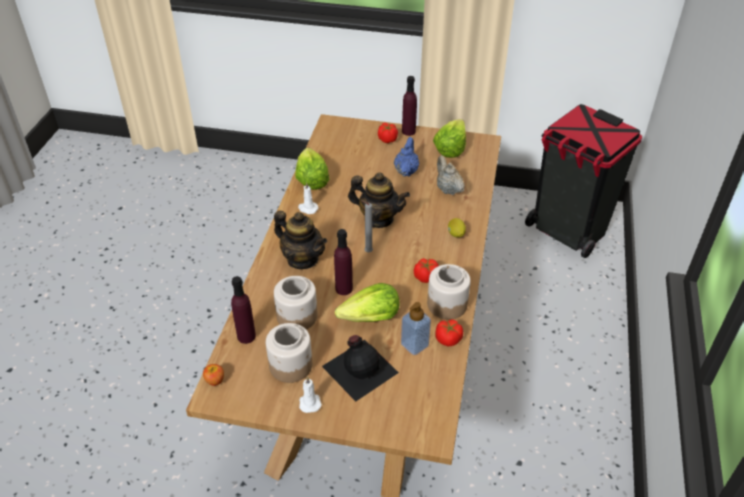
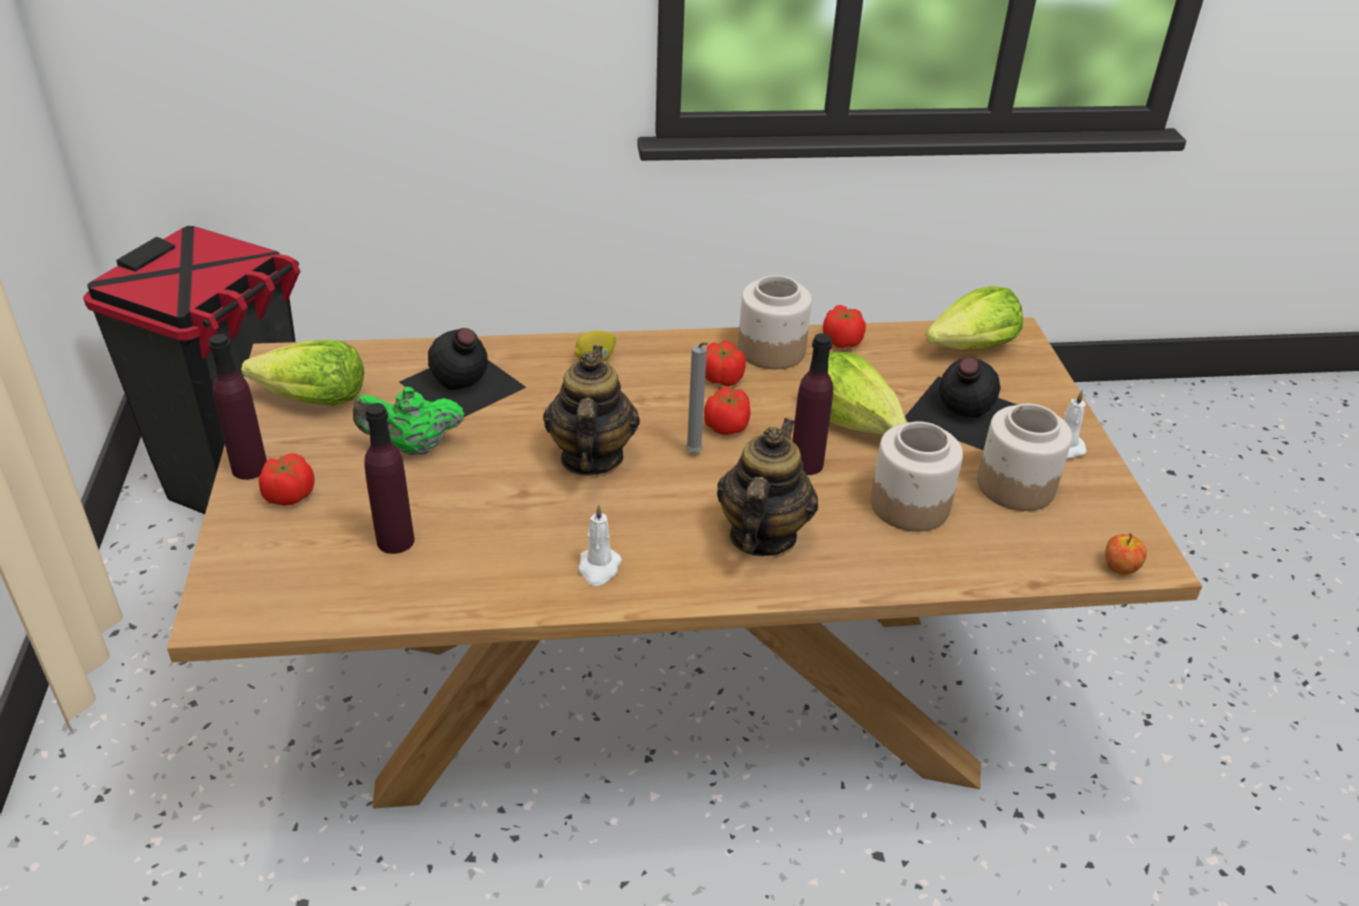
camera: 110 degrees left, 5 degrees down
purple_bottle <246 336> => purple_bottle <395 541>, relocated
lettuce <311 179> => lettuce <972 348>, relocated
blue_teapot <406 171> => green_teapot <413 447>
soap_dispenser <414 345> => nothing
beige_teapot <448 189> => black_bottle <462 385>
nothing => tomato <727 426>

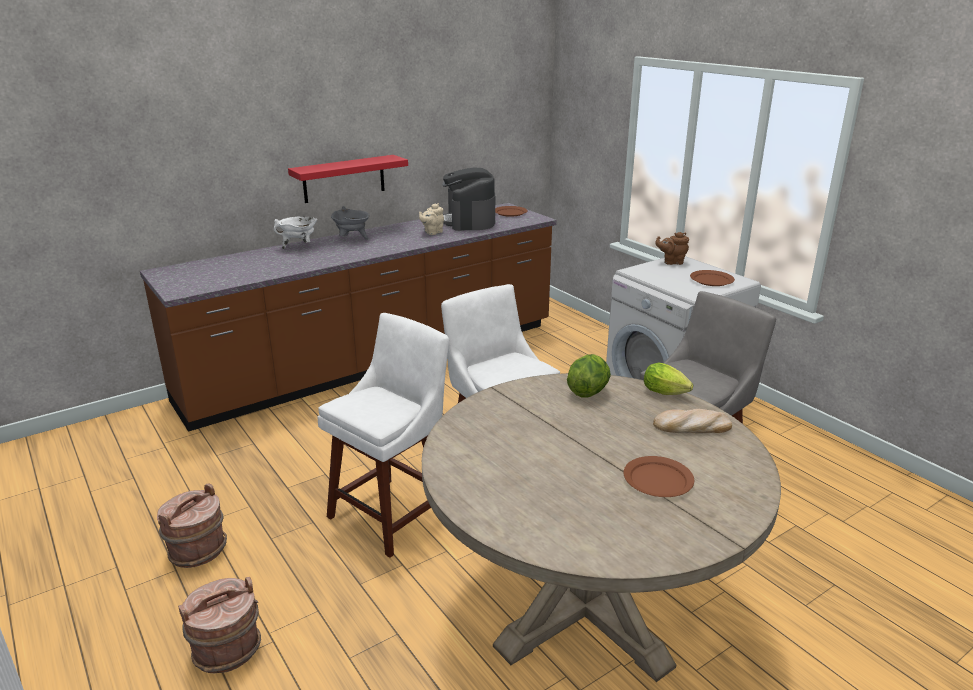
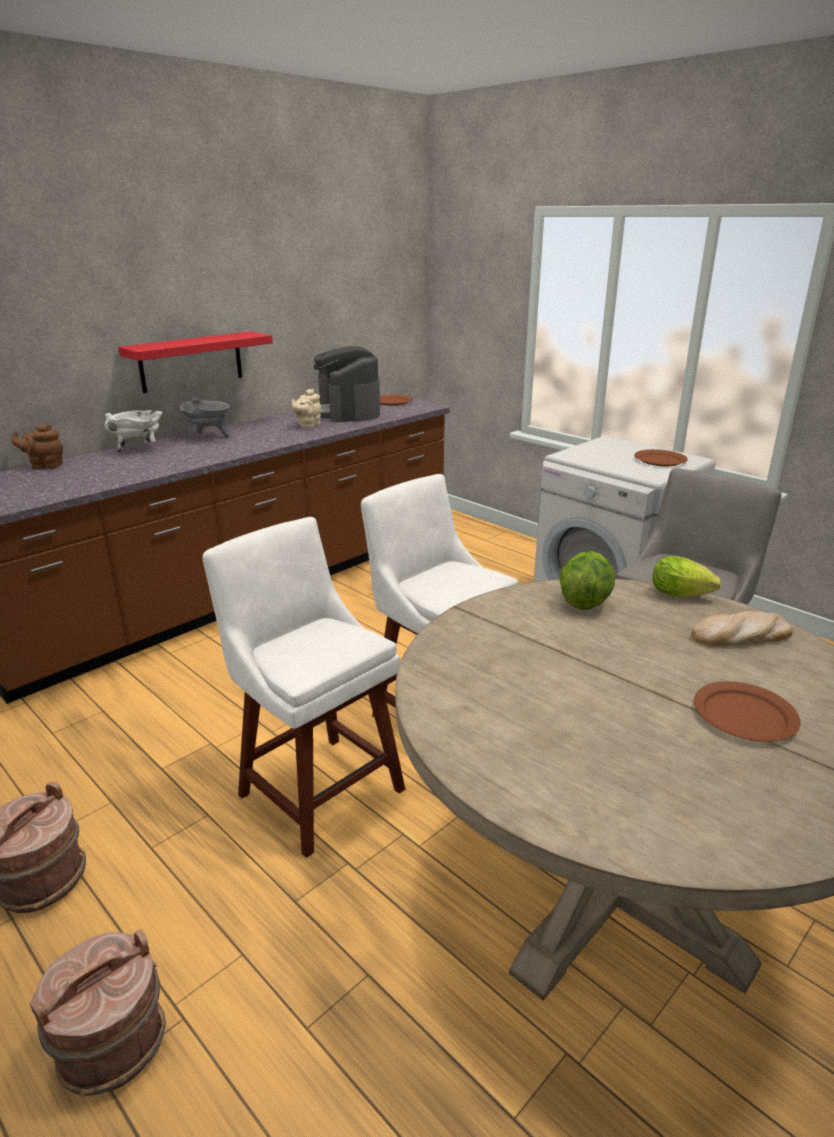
camera: 10 degrees left, 0 degrees up
white_chair <393 512> => white_chair <317 787>, 75 degrees counterclockwise
brown_teapot <671 262> => brown_teapot <45 466>, relocated

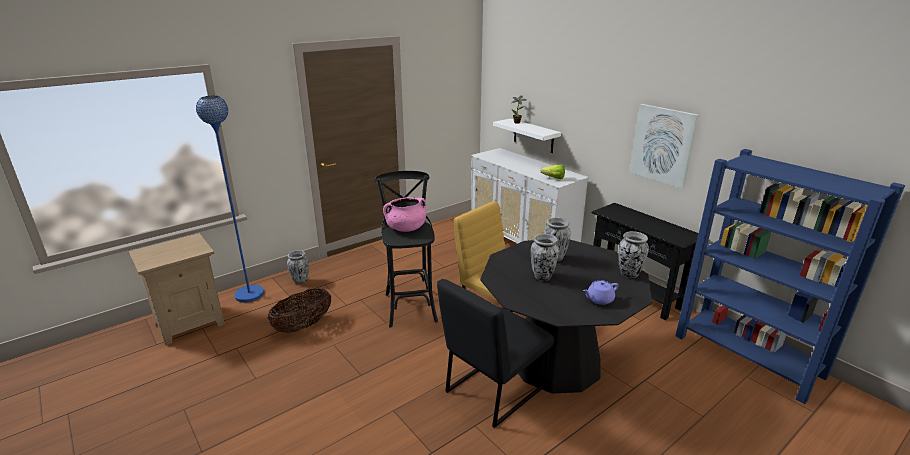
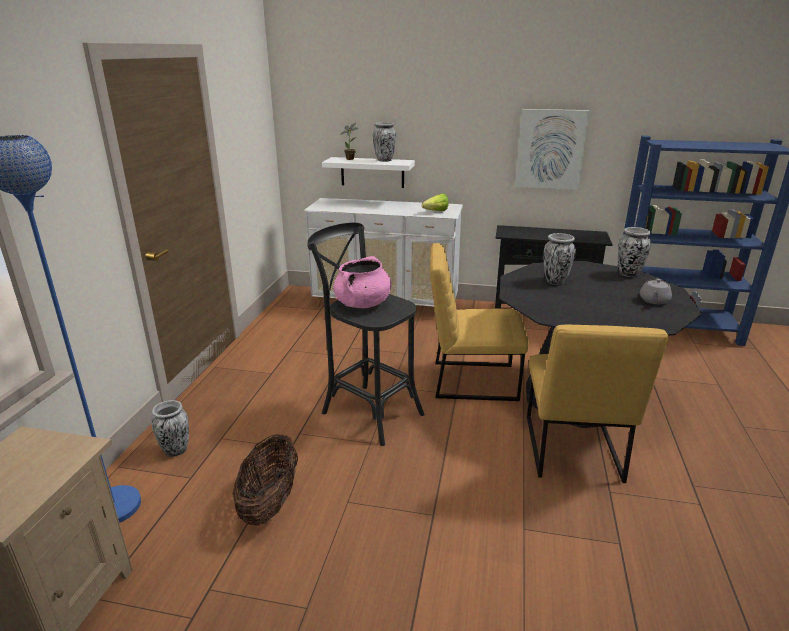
camera: 40 degrees left, 0 degrees up
black_chair <493 389> => yellow_chair <572 449>
vase <542 277> => vase <384 160>, relocated
purple_teapot <599 299> => grey_teapot <654 300>

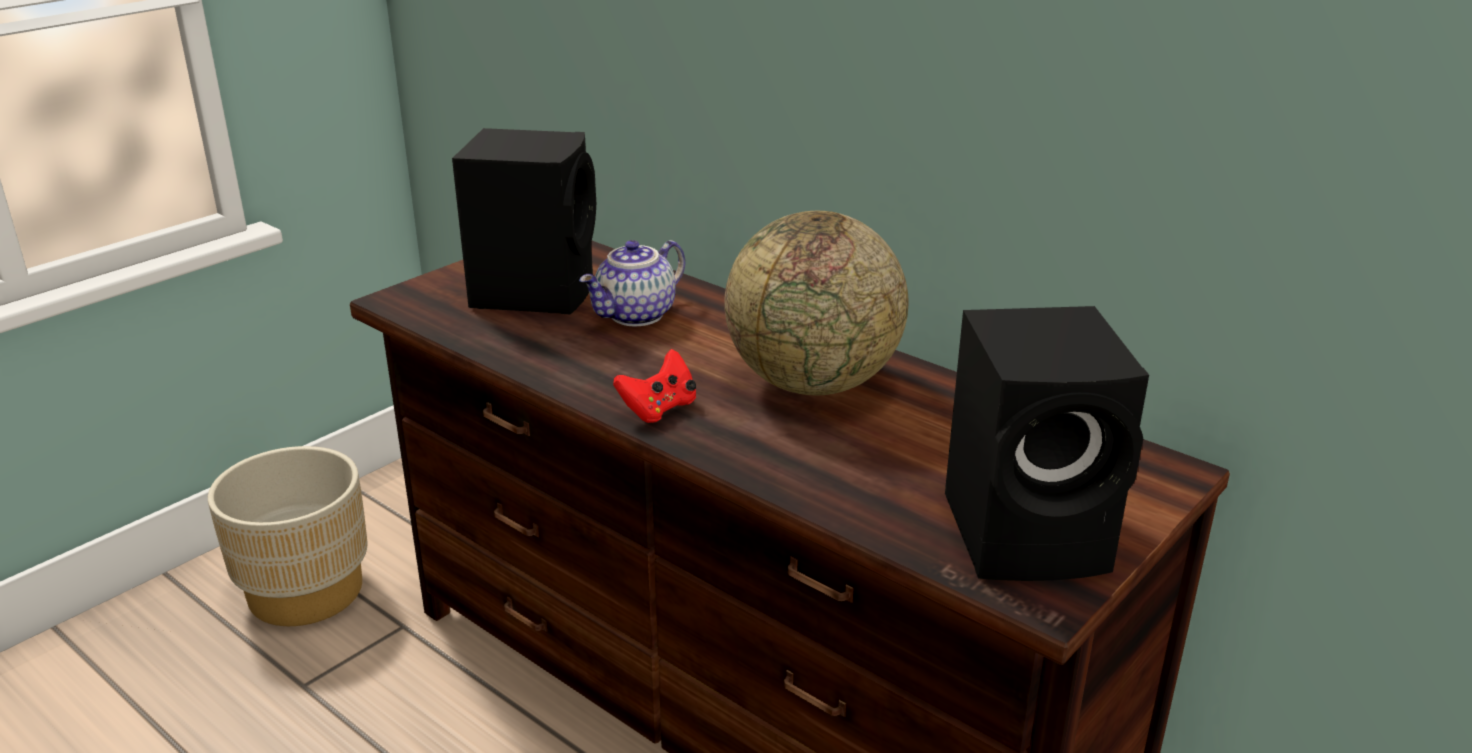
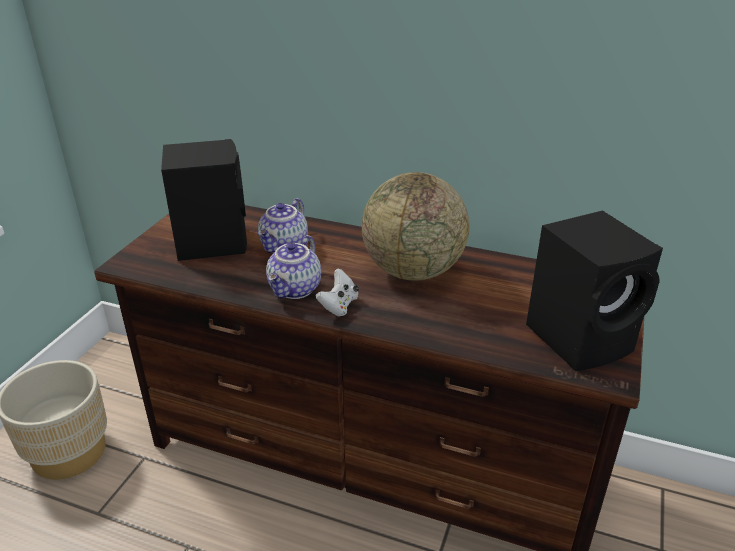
camera: 20 degrees left, 5 degrees up
red_game_controller <659 409> => white_game_controller <339 305>
nothing => teapot <296 289>

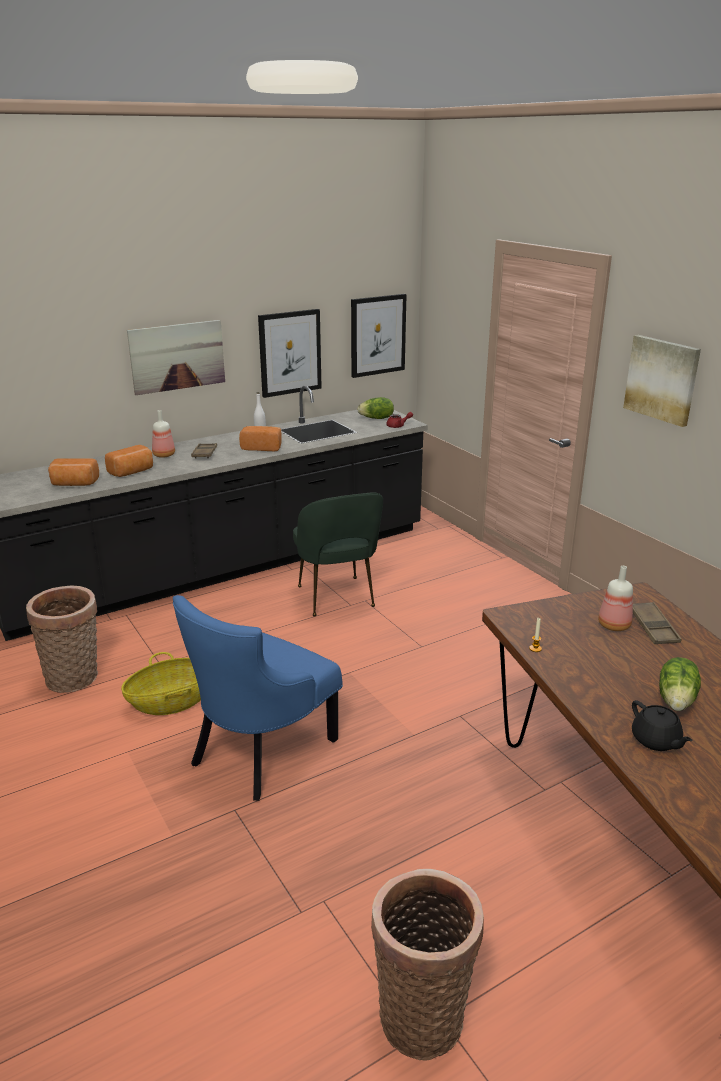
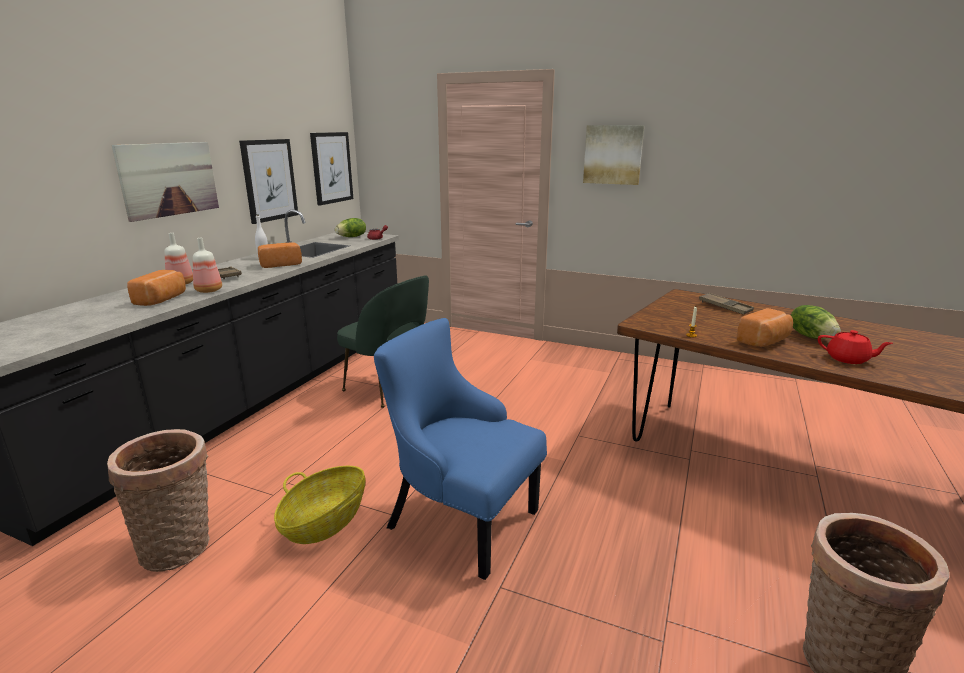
camera: 35 degrees left, 5 degrees down
bread <74 484> => bread <764 341>, relocated
blue_chair <264 749> => blue_chair <464 523>, 120 degrees clockwise
bottle <613 626> => bottle <208 291>, relocated
black_teapot <656 741> => red_teapot <848 359>

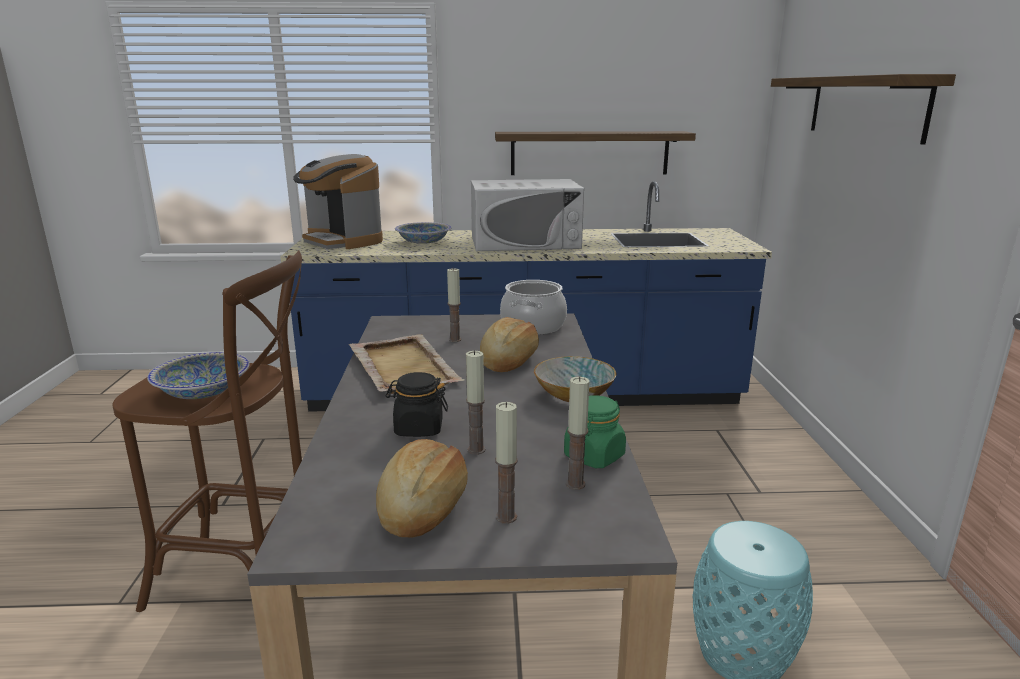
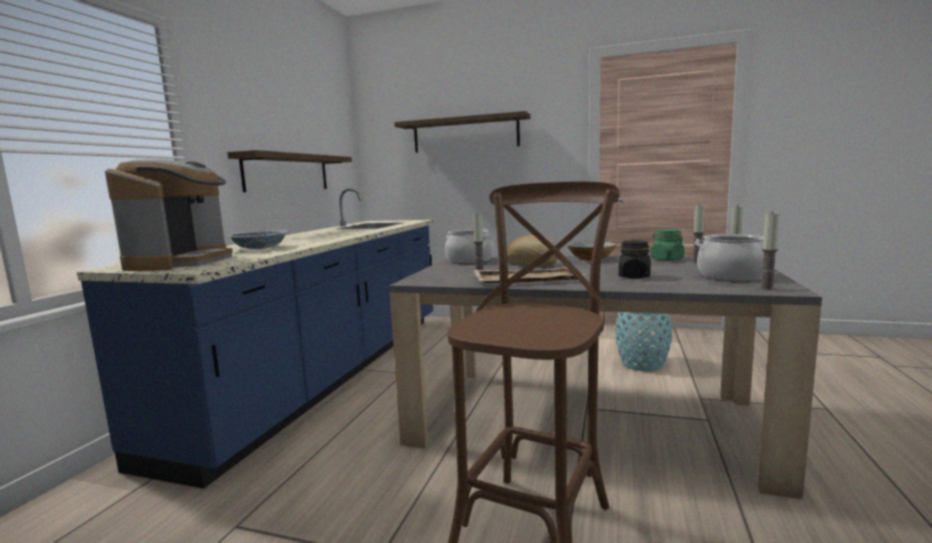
camera: 70 degrees left, 10 degrees down
bowl <203 392> => nothing
coffee_machine <342 241> => coffee_machine <181 262>, 60 degrees counterclockwise
bread <423 507> => cooking_pot <731 276>
candle <476 450> => candle <767 288>, relocated
white_microwave <525 242> => nothing

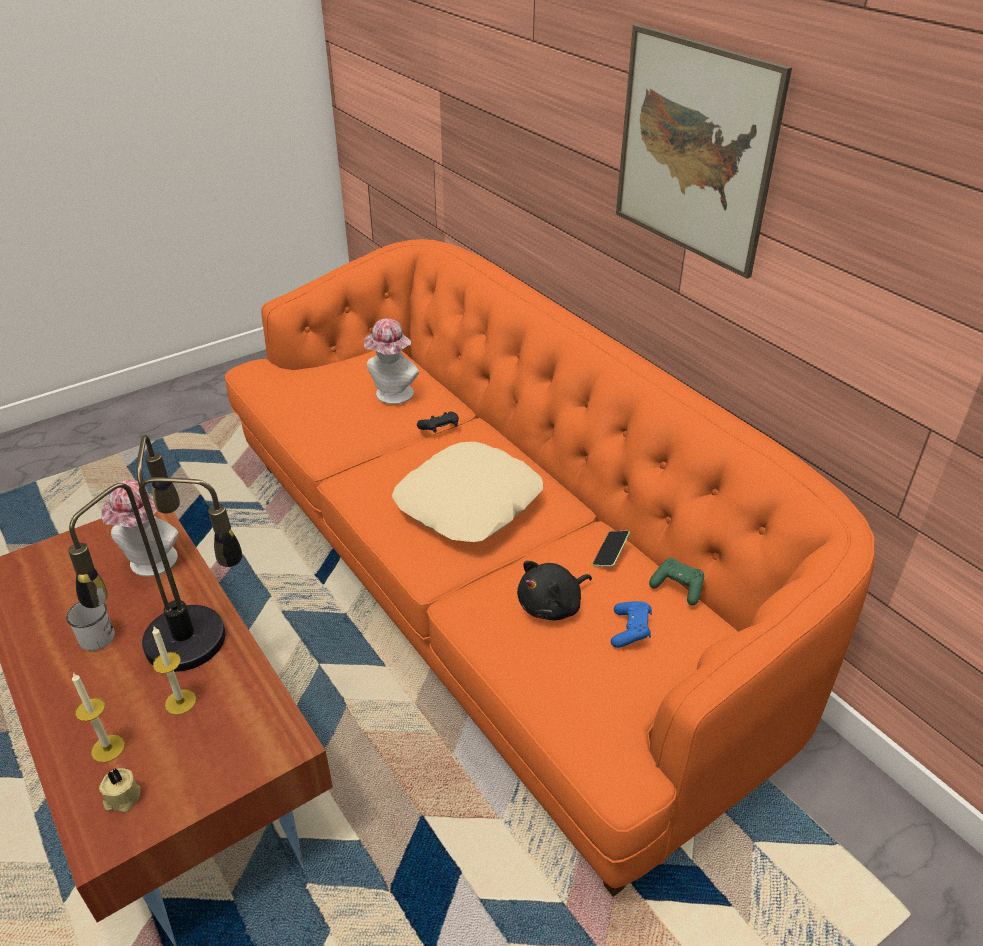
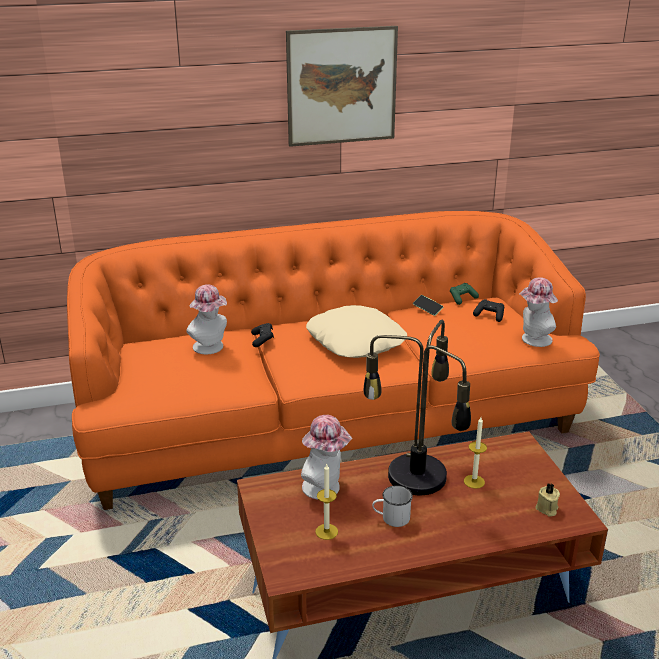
camera: 70 degrees left, 10 degrees down
candle <108 748> => candle <326 531>, relocated
black_plush_toy <552 605> => nothing
blue_game_controller <630 630> => black_game_controller <489 316>
nothing => hat <533 340>

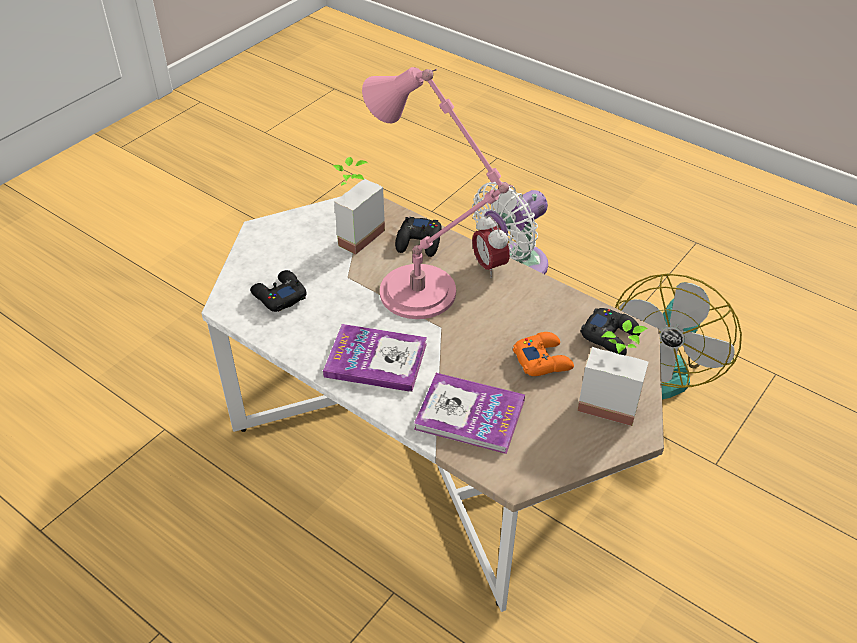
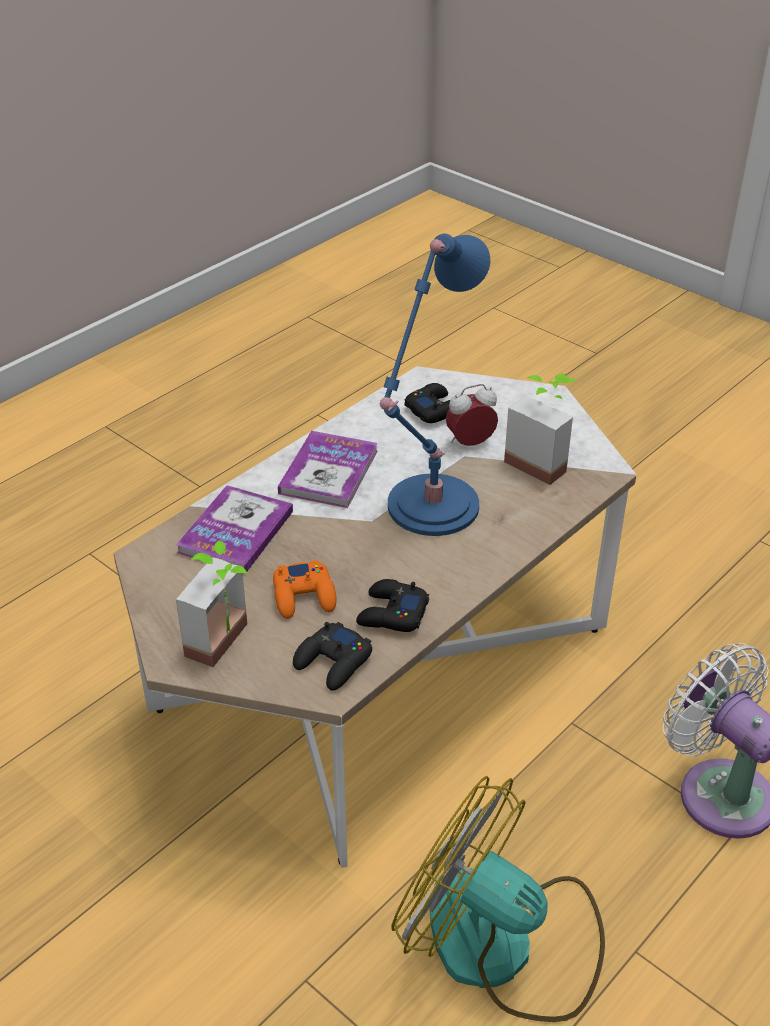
camera: 95 degrees right, 5 degrees down
pink_table_lamp <424 294> => blue_table_lamp <428 510>
black_game_controller <419 242> => black_game_controller <391 614>, relocated
alarm_clock <489 266> => alarm_clock <470 443>, relocated

